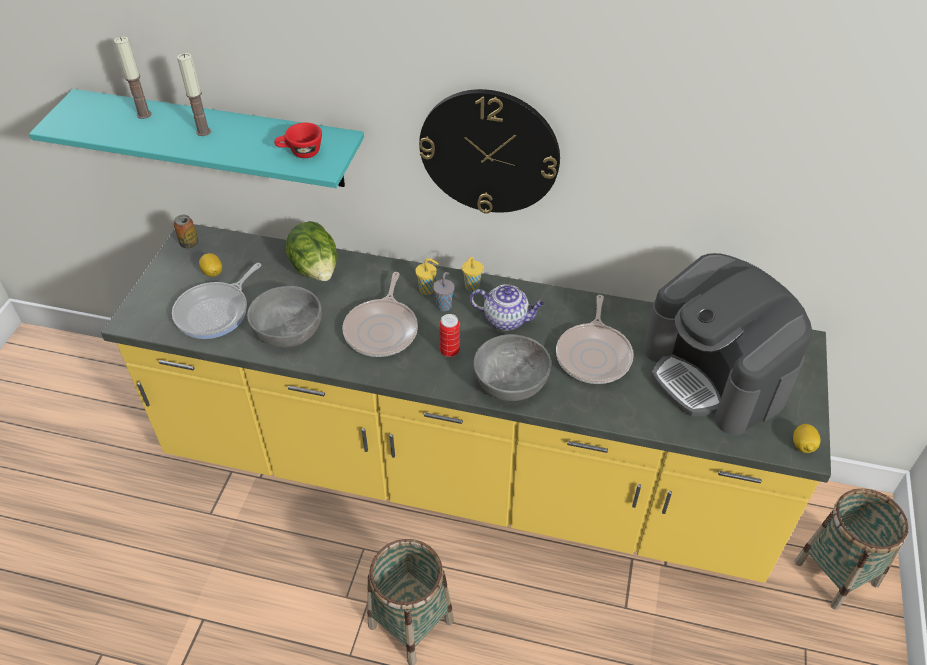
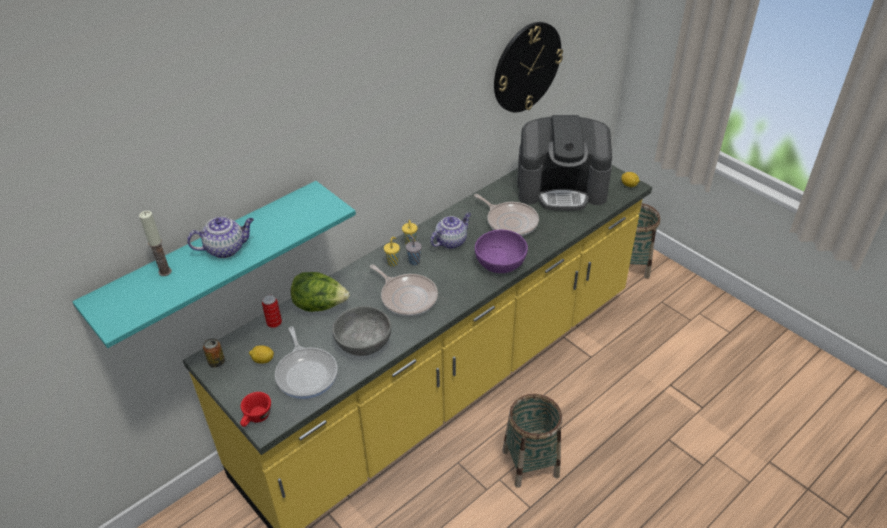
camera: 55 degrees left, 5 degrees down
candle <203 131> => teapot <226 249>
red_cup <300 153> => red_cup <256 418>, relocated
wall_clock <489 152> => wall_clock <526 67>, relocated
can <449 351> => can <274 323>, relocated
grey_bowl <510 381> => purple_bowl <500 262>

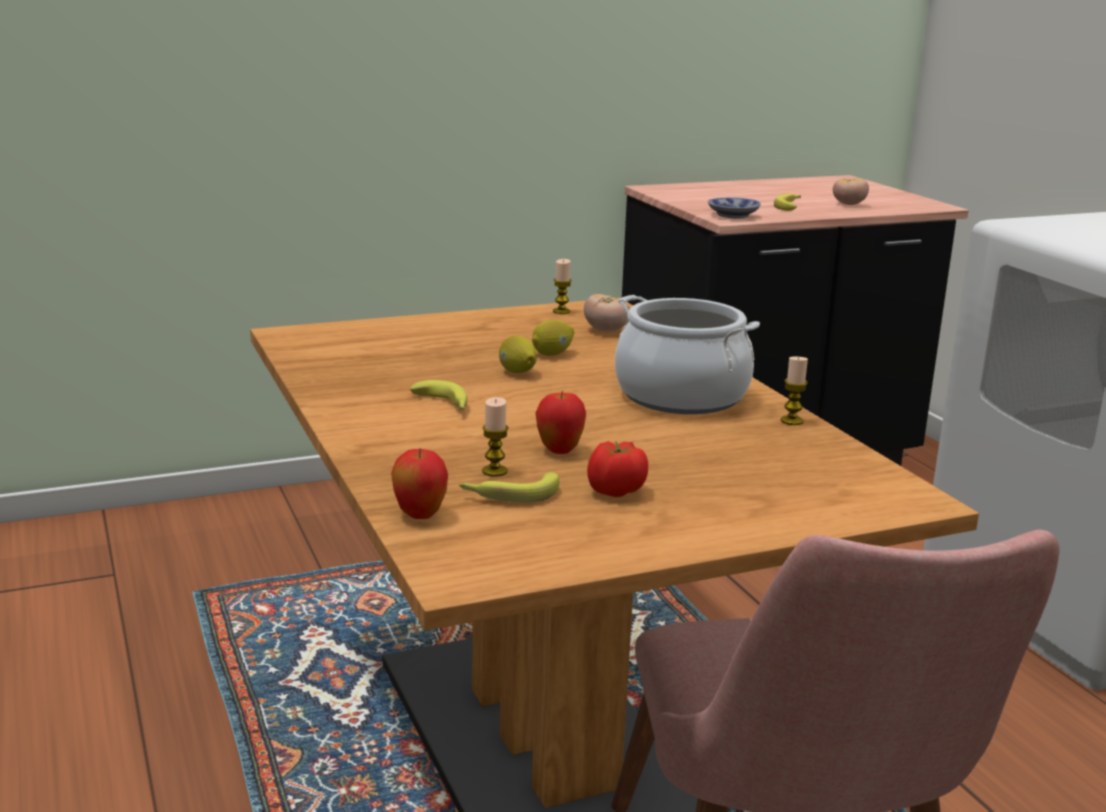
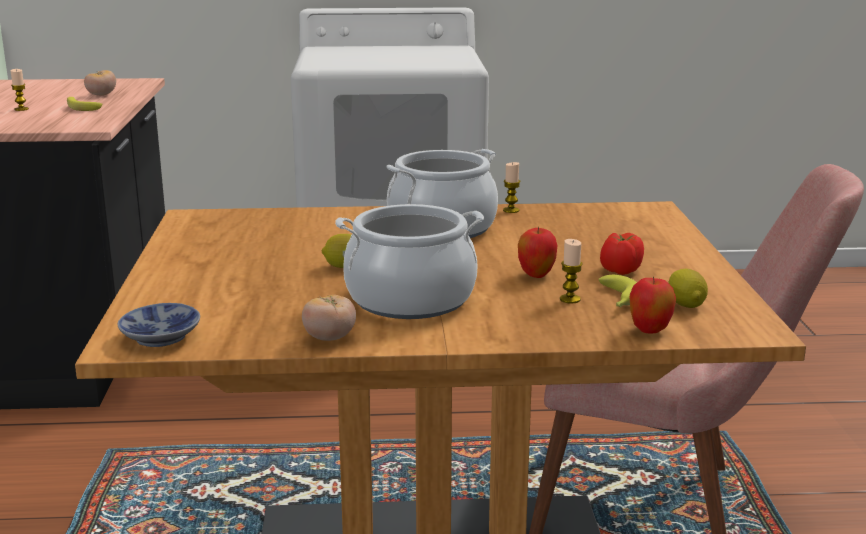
camera: 70 degrees left, 0 degrees up
banana <444 405> => cooking_pot <411 299>
lemon <552 354> => lemon <685 305>, relocated
candle <561 311> => candle <21 109>, relocated
tomato <605 330> => tomato <329 338>, relocated
bowl <734 215> => bowl <160 336>, relocated

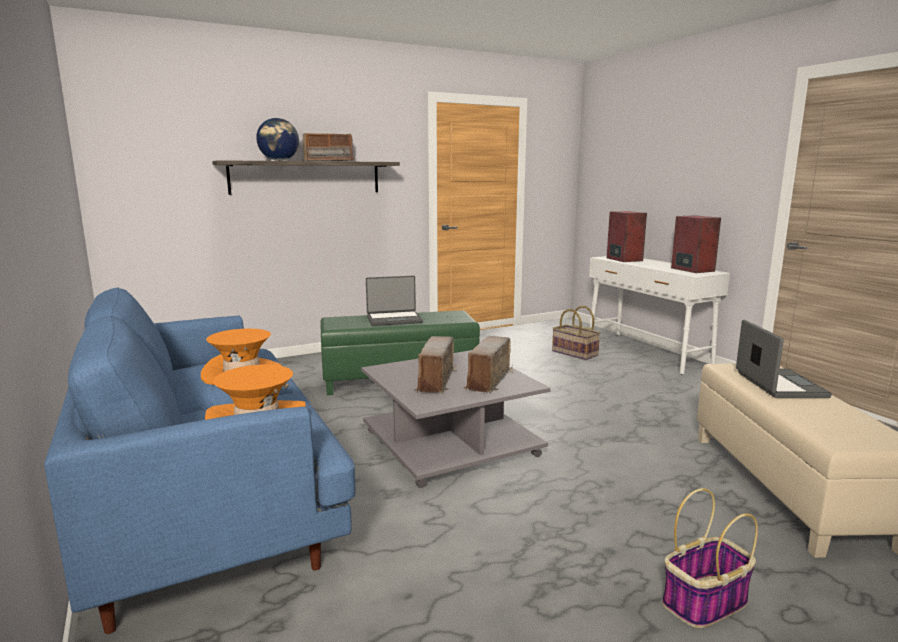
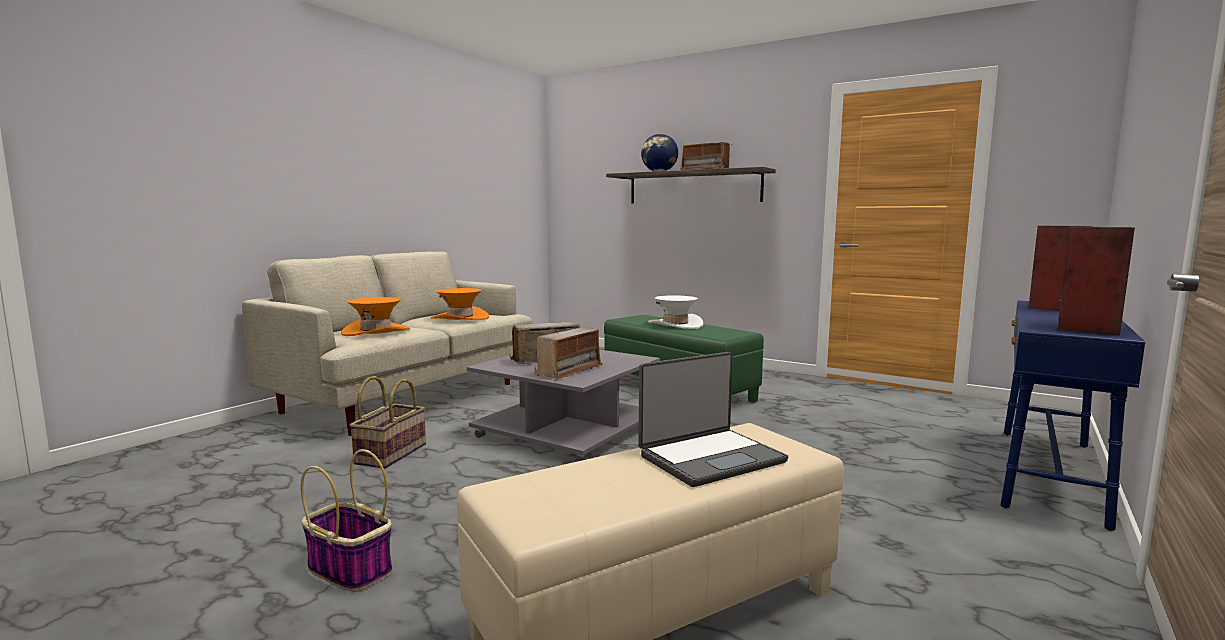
camera: 60 degrees right, 5 degrees down
blue_sofa <209 509> => beige_sofa <405 398>
laptop <394 319> => white_hat <675 325>
radio <489 381> => radio <569 371>, 135 degrees clockwise
basket <574 353> => basket <390 454>, relocated
white_console_table <646 352> => blue_console_table <1046 473>

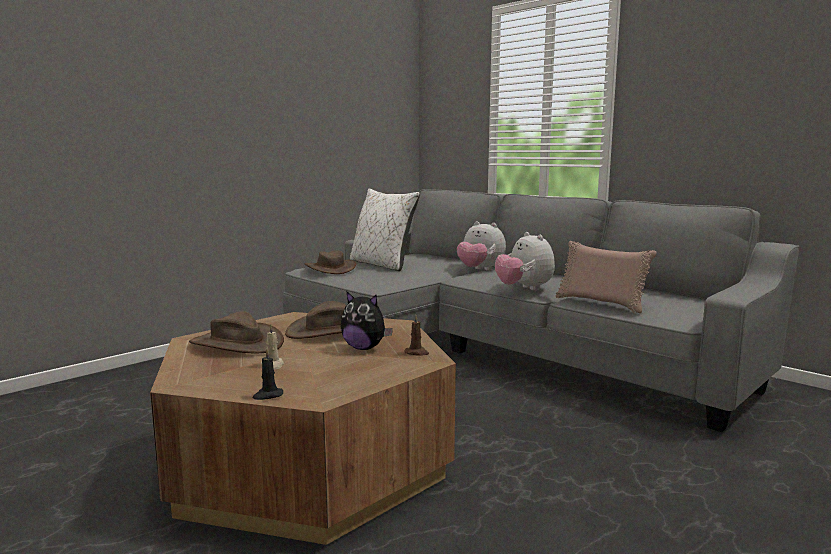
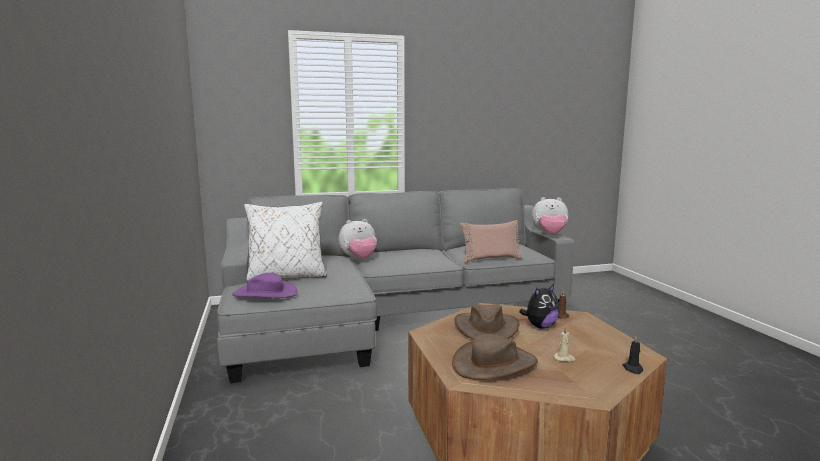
camera: 60 degrees left, 0 degrees up
brown_hat <330 269> => purple_hat <265 293>
plush_toy <524 289> => plush_toy <549 235>, relocated

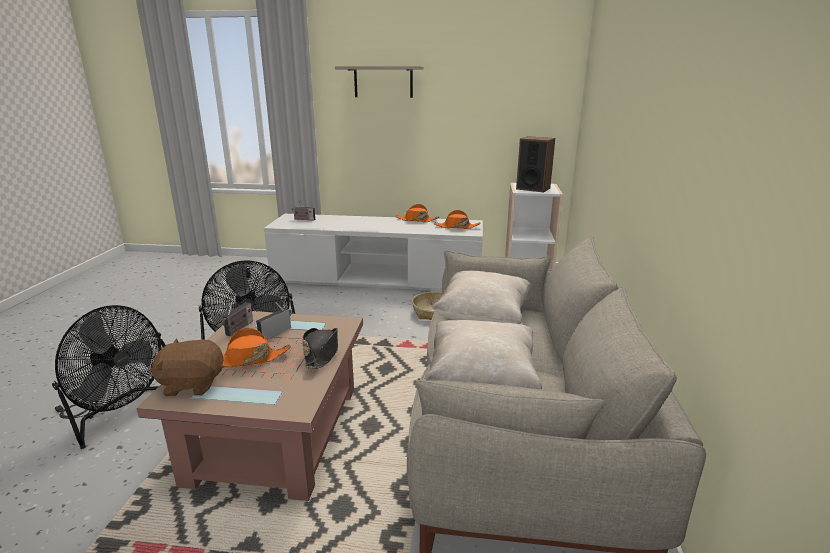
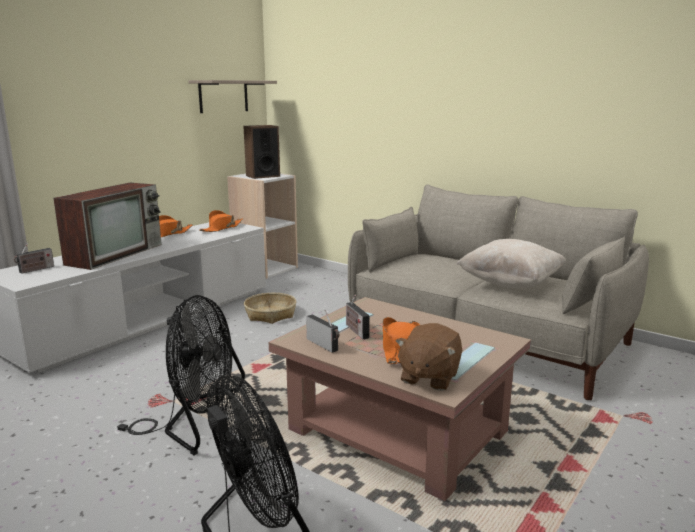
camera: 60 degrees left, 5 degrees down
black_hat <322 353> => nothing
shelf <383 82> => shelf <223 96>, relocated
beige_pillow <482 318> => nothing
nothing => television <116 254>

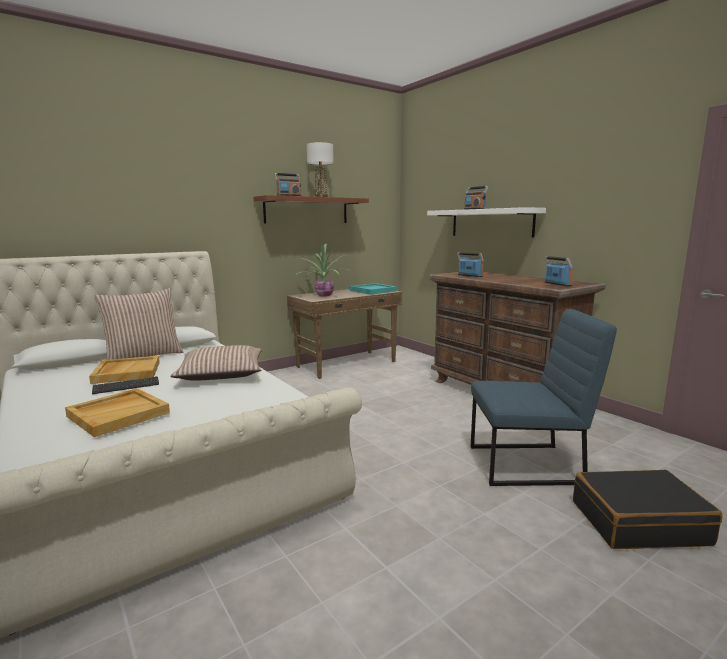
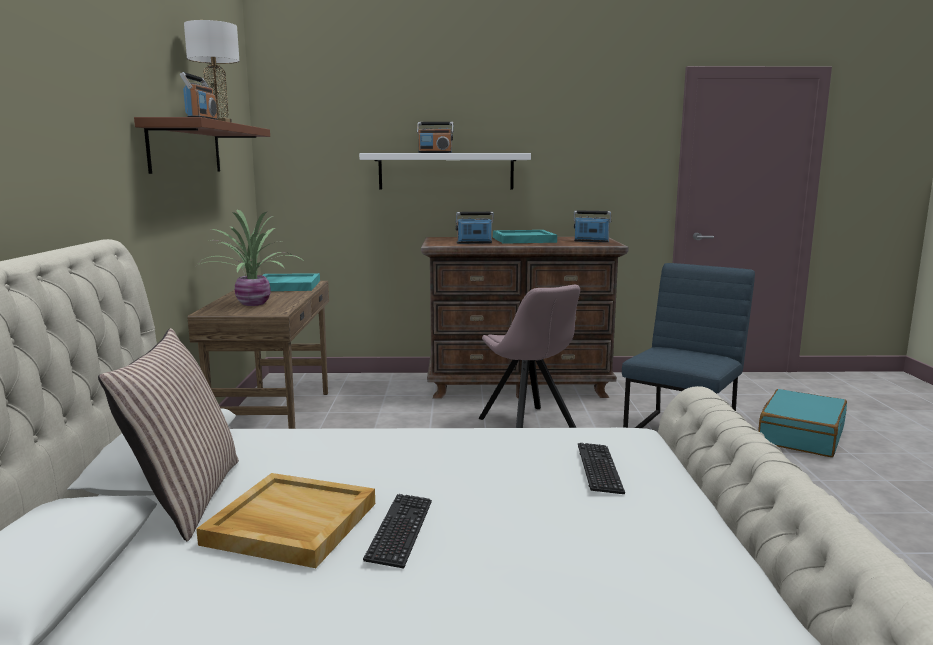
camera: 55 degrees left, 0 degrees up
beige_tray <119 414> => nothing
pillow <221 374> => nothing
black_suitcase <638 522> => turquoise_suitcase <800 435>
nothing => pink_chair <528 425>
nothing => turquoise_tray <523 240>
nothing => keyboard <599 469>

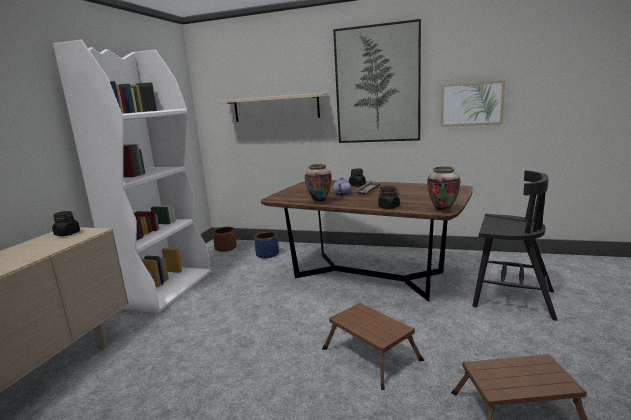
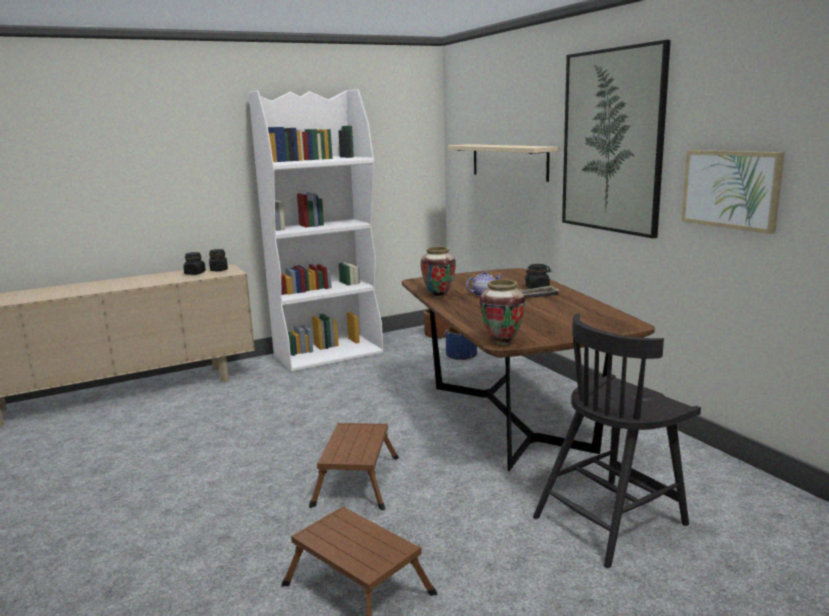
camera: 45 degrees right, 0 degrees up
black_jar <389 207> => black_jar <195 273>, relocated
black_chair <511 298> => black_chair <612 519>, 75 degrees clockwise

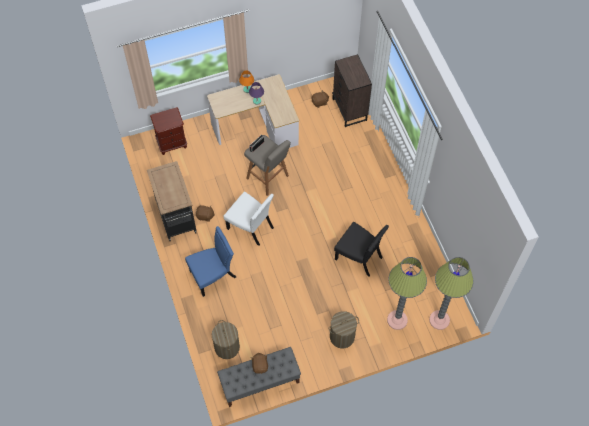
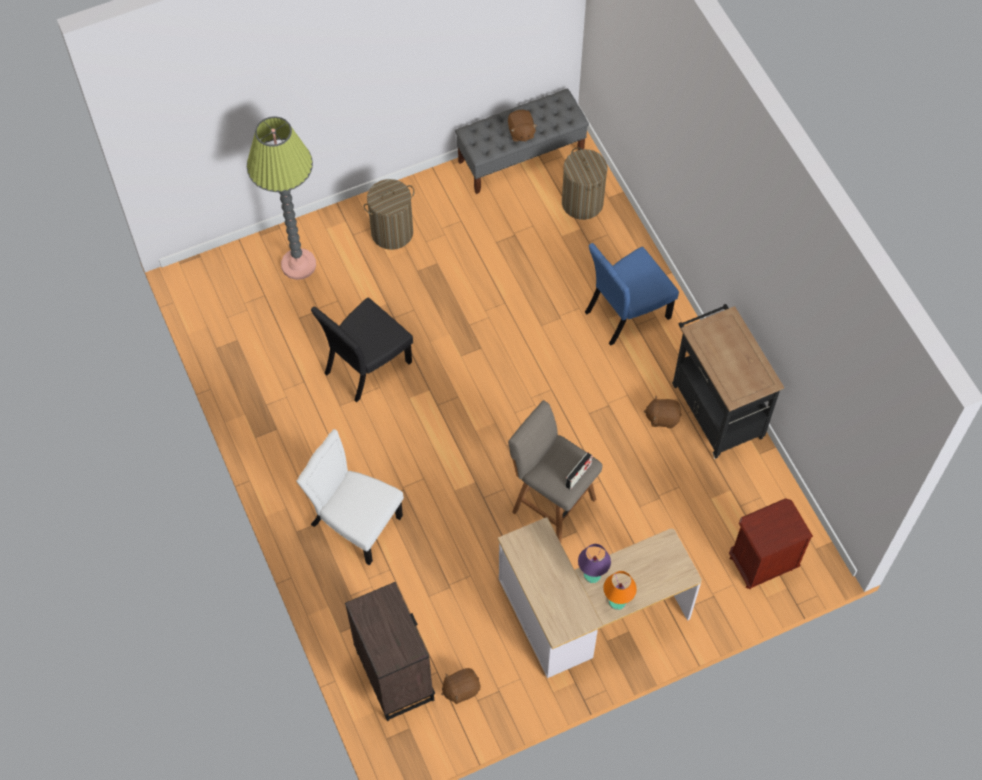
camera: 175 degrees right, 0 degrees up
white_chair <250 226> => white_chair <356 524>, relocated
black_chair <358 257> => black_chair <367 365>, 75 degrees counterclockwise
floor_lamp <439 320> => nothing

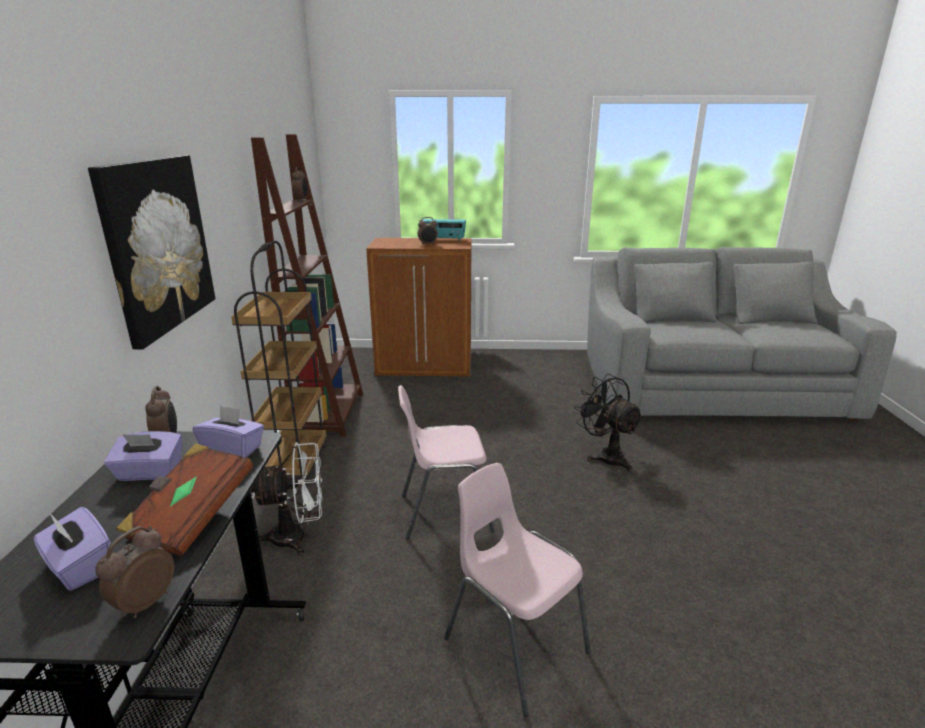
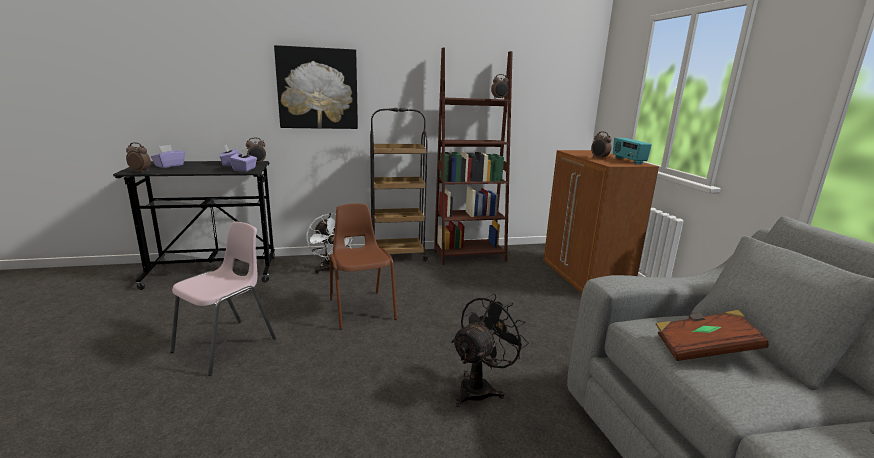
camera: 75 degrees right, 5 degrees down
brown_book <191 516> => brown_book <703 350>, relocated
pink_chair <444 512> => brown_chair <361 309>

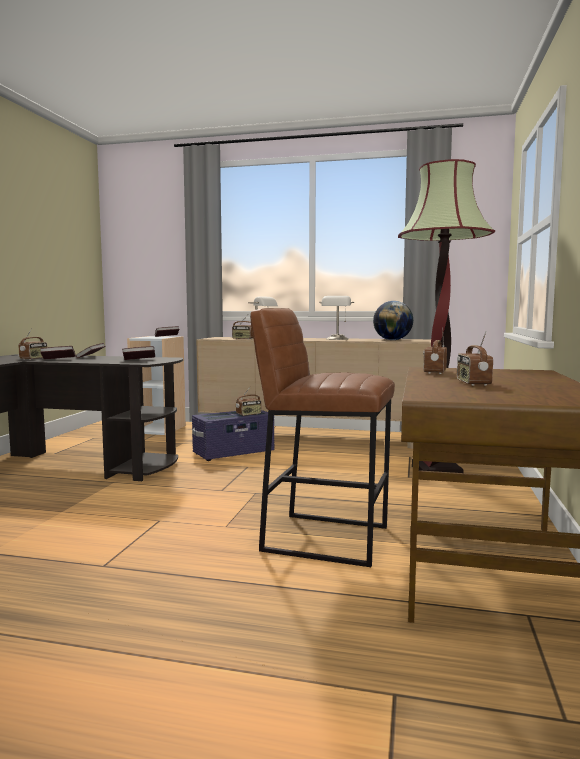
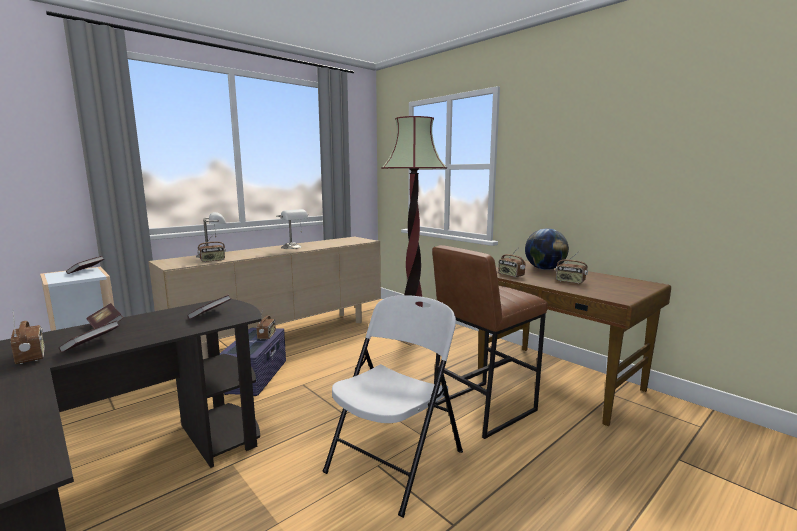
camera: 55 degrees left, 5 degrees up
globe <392 340> => globe <544 269>, relocated
nothing => white_chair <395 461>

